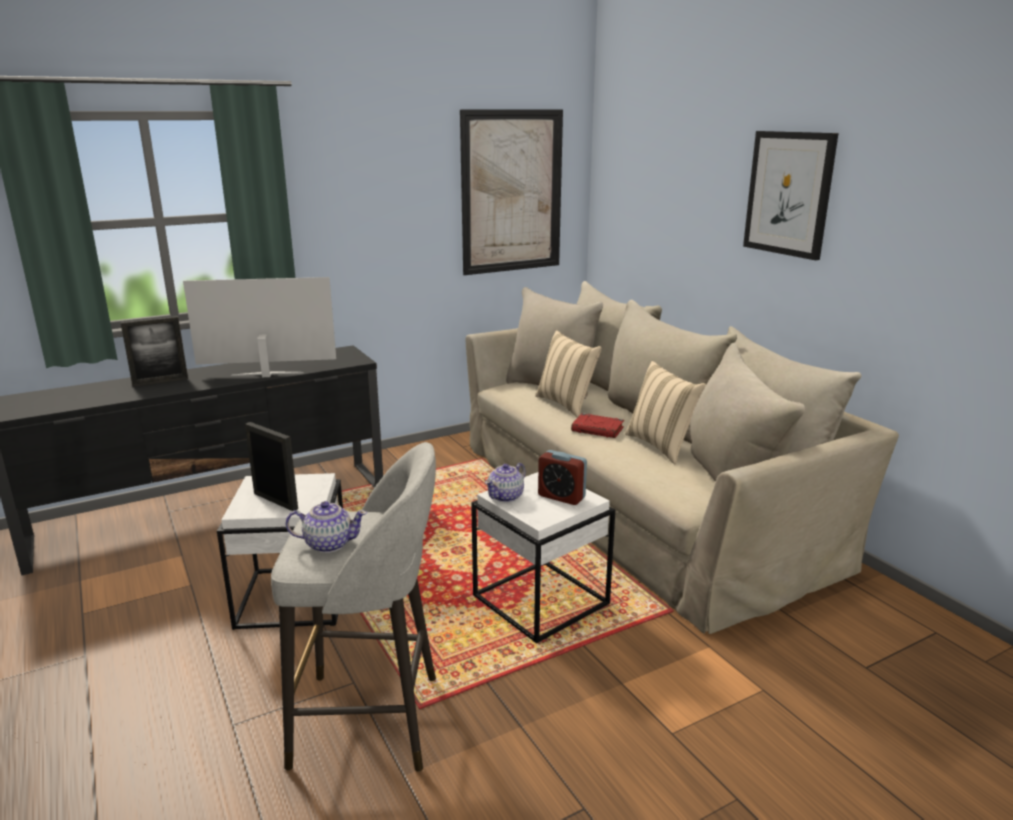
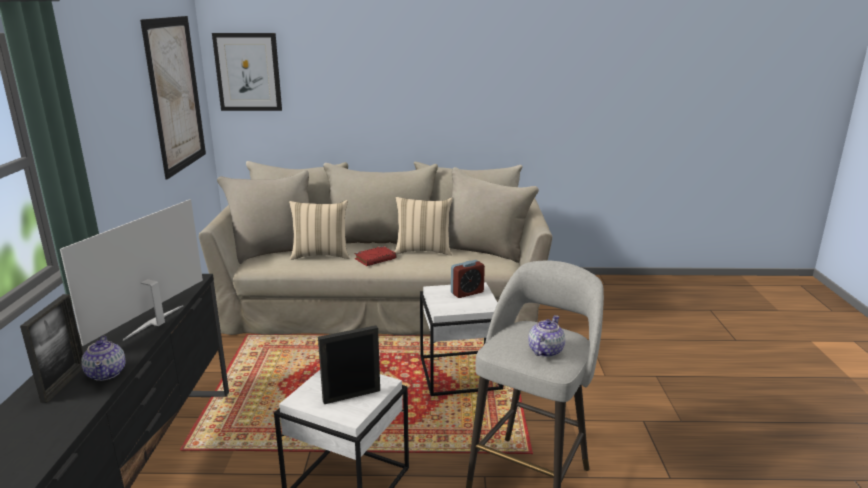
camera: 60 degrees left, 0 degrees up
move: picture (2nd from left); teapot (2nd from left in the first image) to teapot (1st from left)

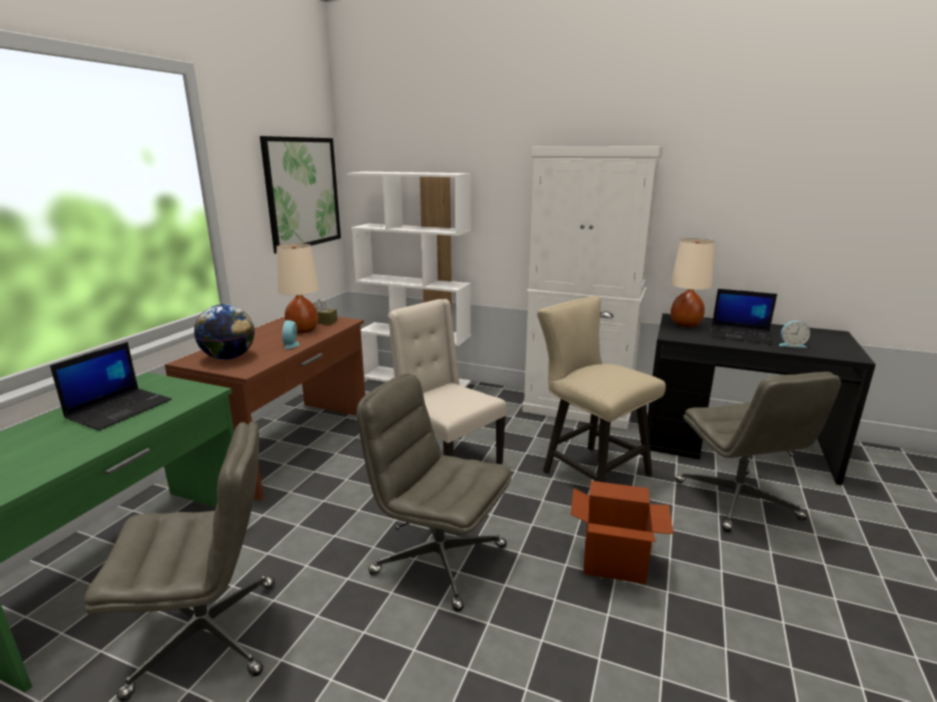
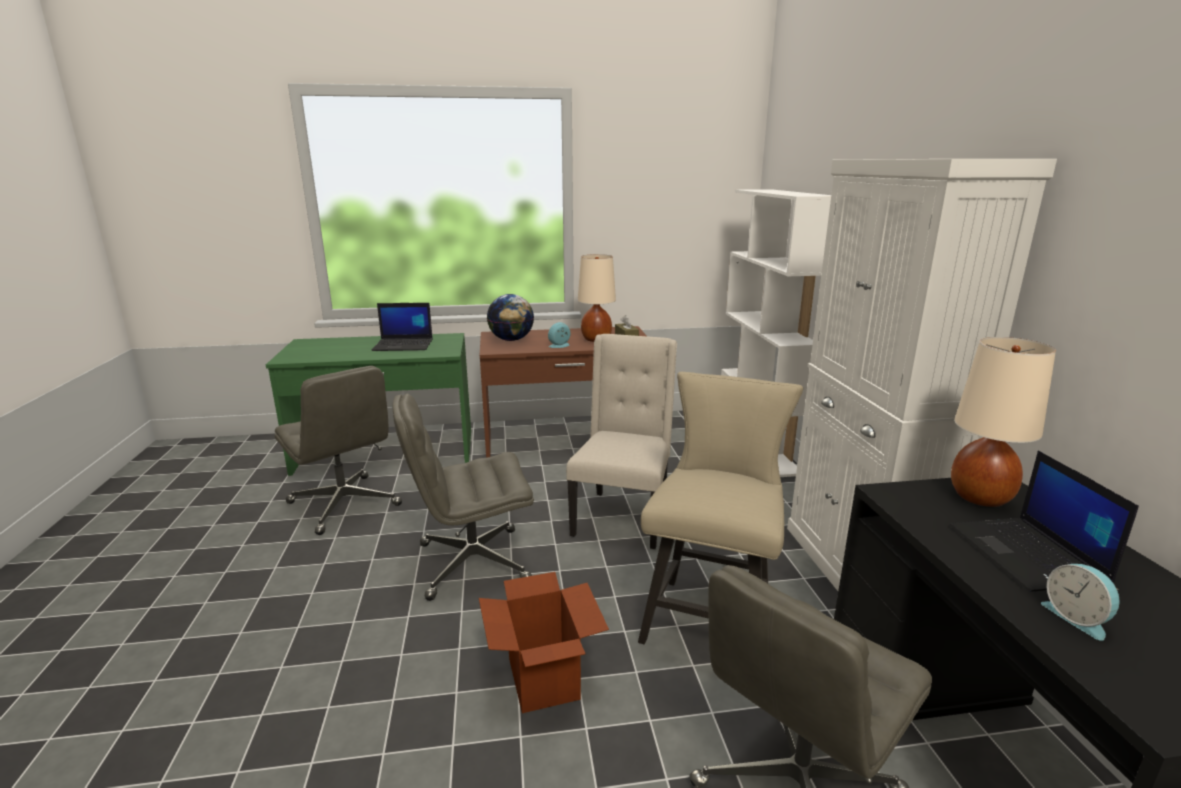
camera: 60 degrees right, 0 degrees up
delete: picture
rotate: office chair (grey) (2nd from left) 105 degrees counterclockwise

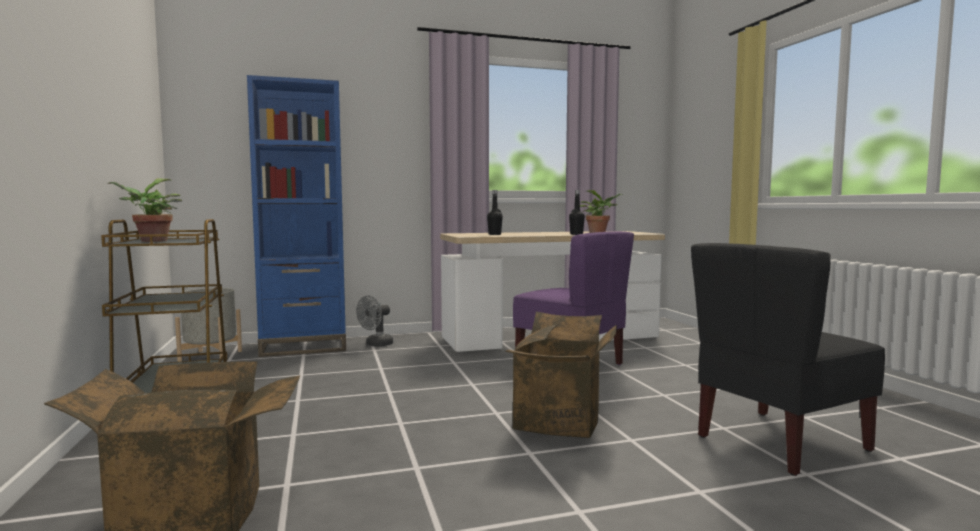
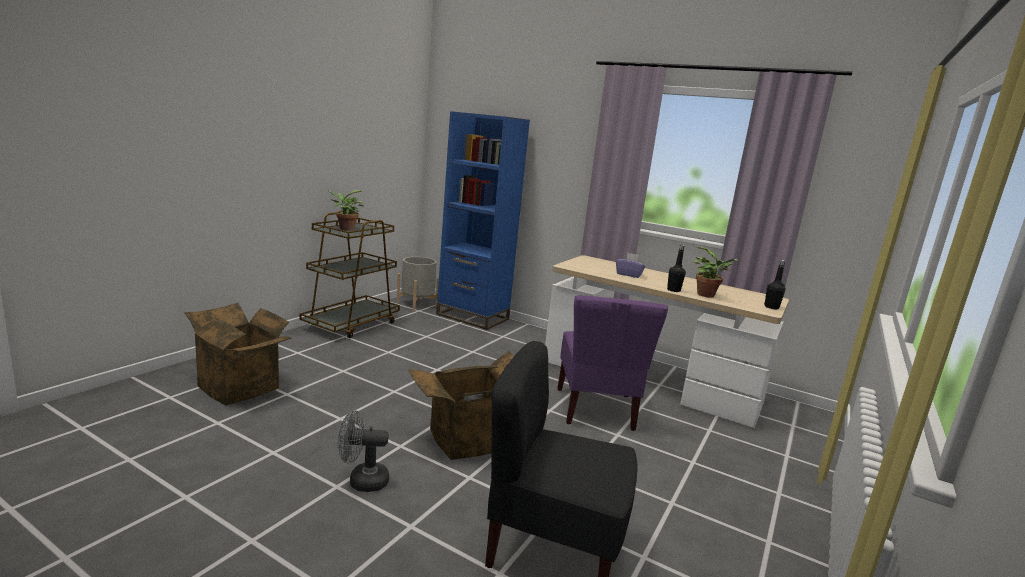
camera: 45 degrees right, 10 degrees up
insert: tissue box (purple)
move: bottle (black) (1st from left in the first image) to bottle (black) (2nd from left); fan (grey)

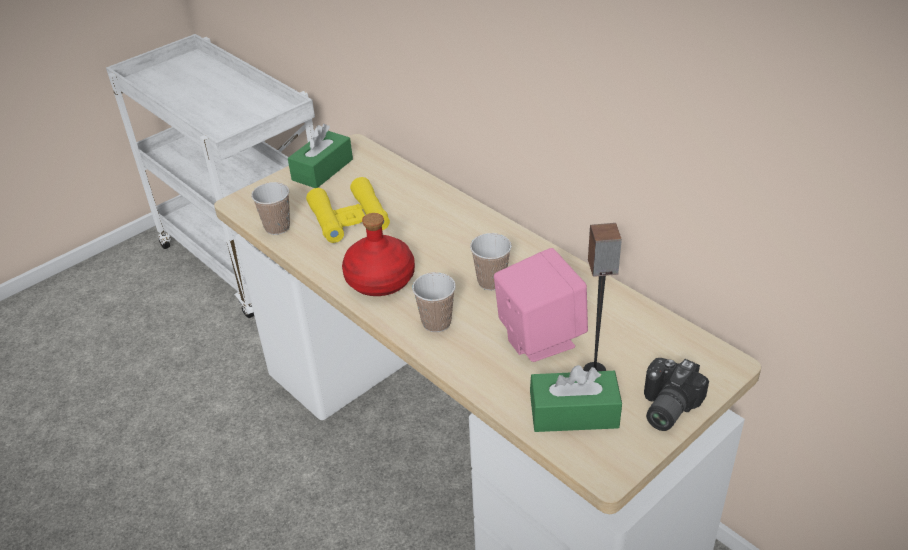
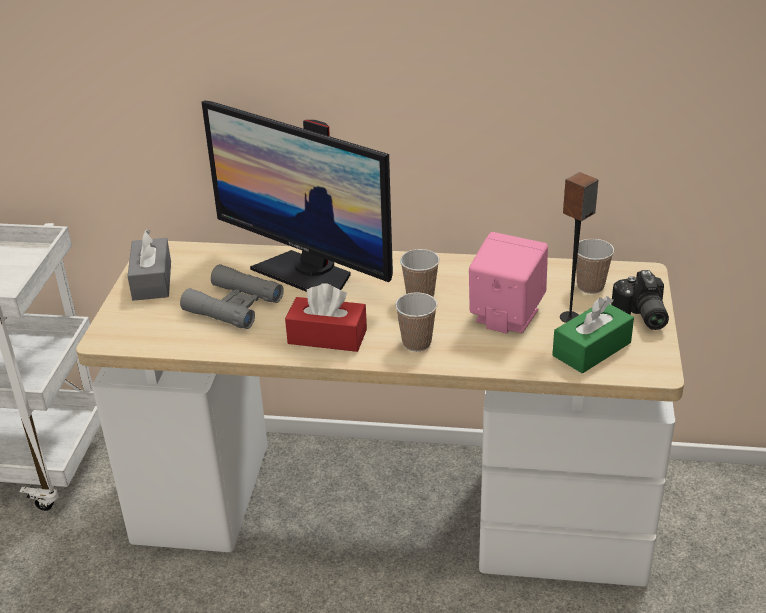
camera: 40 degrees left, 5 degrees down
insert: monitor
move: cup (1st from left in the first image) to cup (3rd from left)
replace: bottle (red) to tissue box (red)
recolor: tissue box (green) (1st from left) to tissue box (grey); binoculars (yellow) to binoculars (grey)

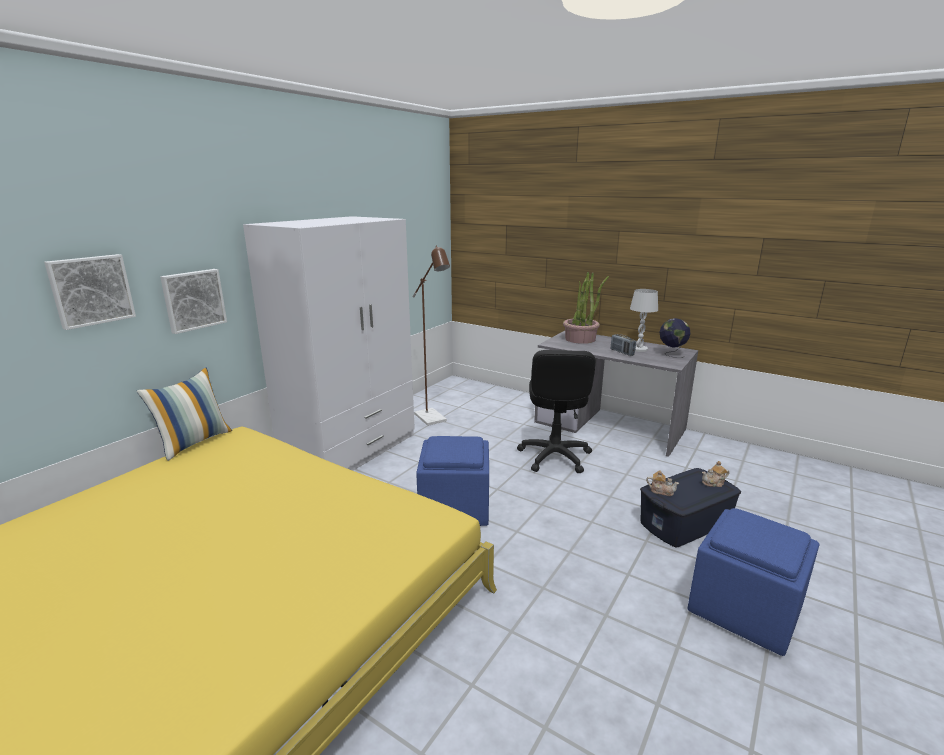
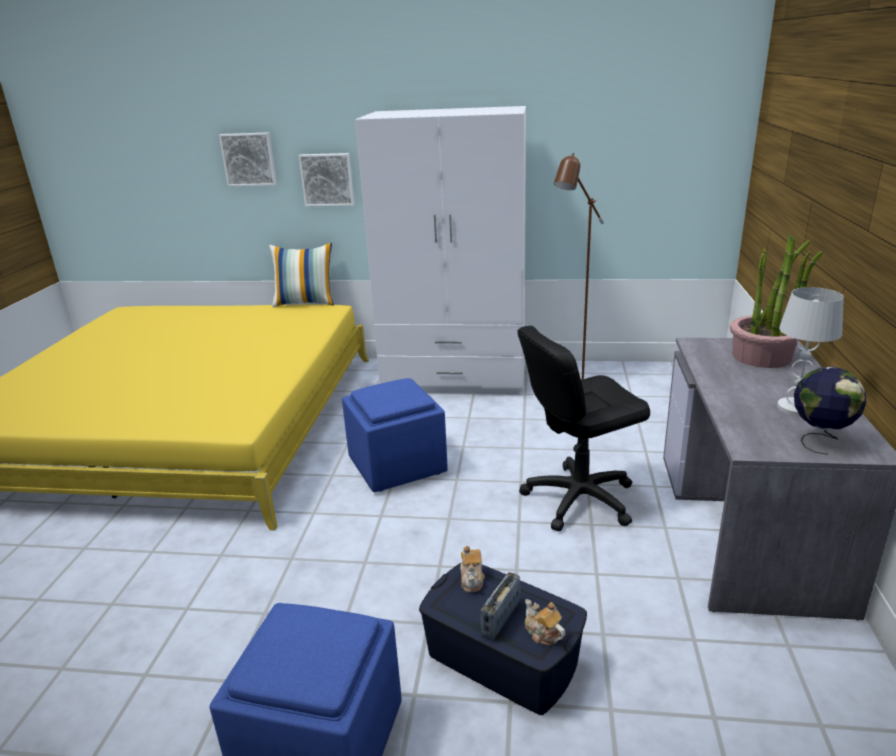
camera: 65 degrees right, 5 degrees up
move: radio

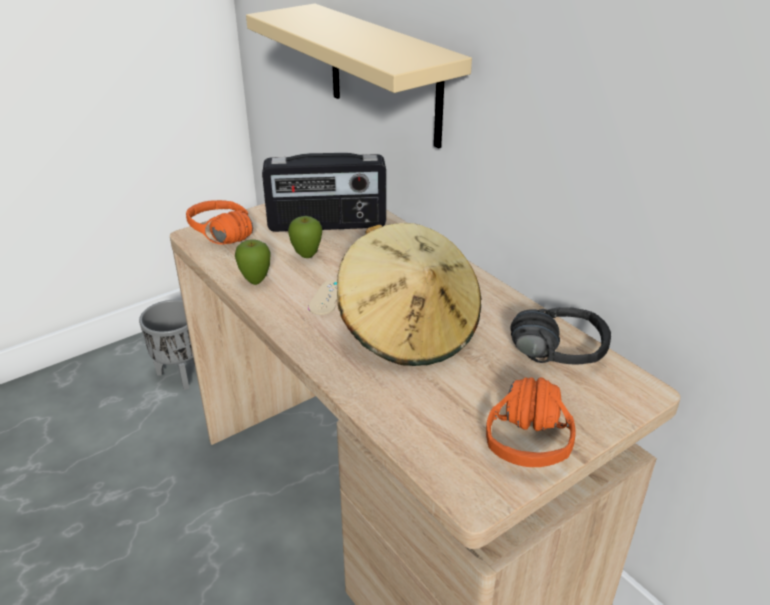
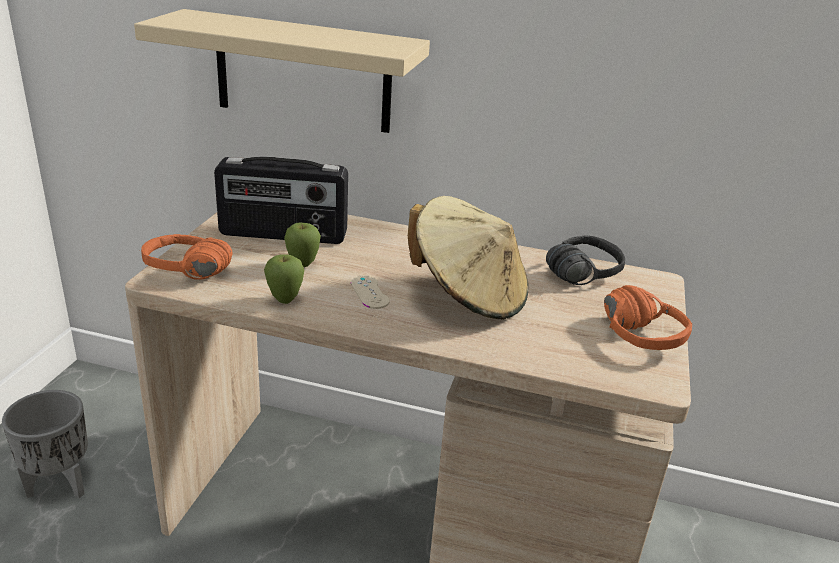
camera: 40 degrees left, 5 degrees down
rotate: radio 45 degrees clockwise

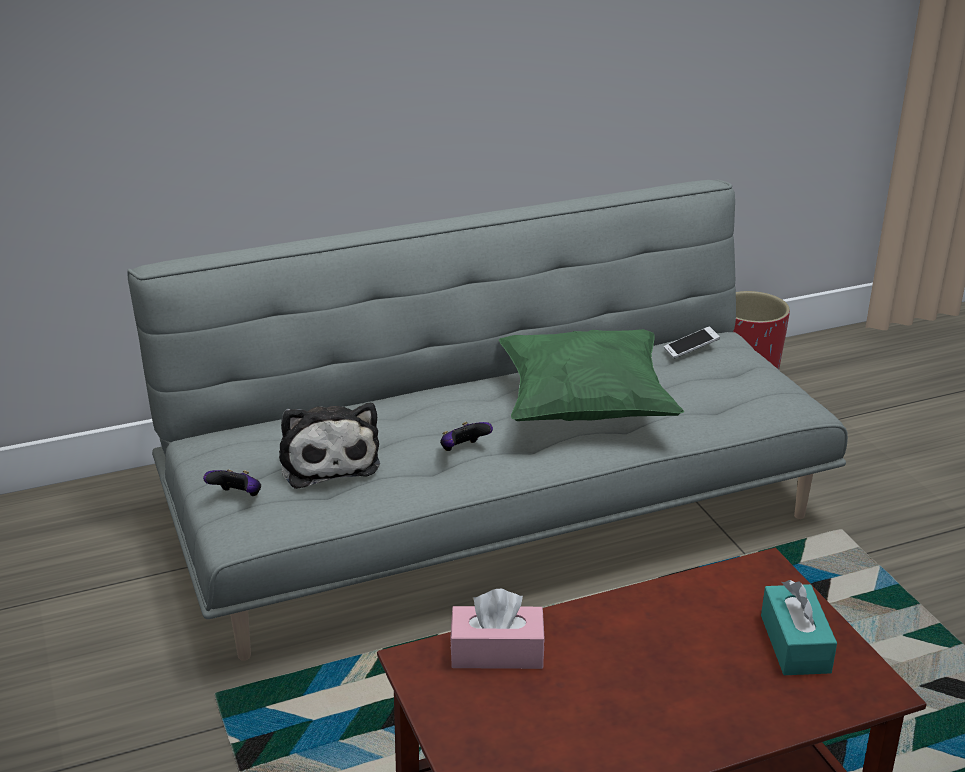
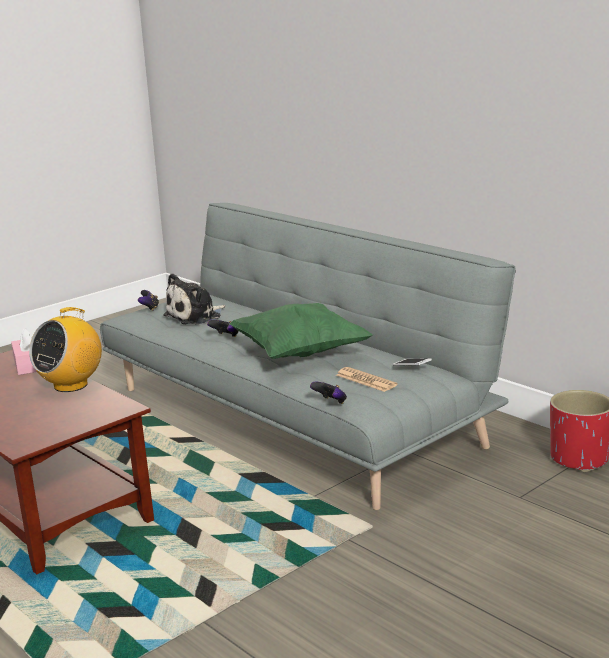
camera: 70 degrees right, 10 degrees down
delete: tissue box (turquoise)
insert: radio; newspaper; game controller (3rd from left)

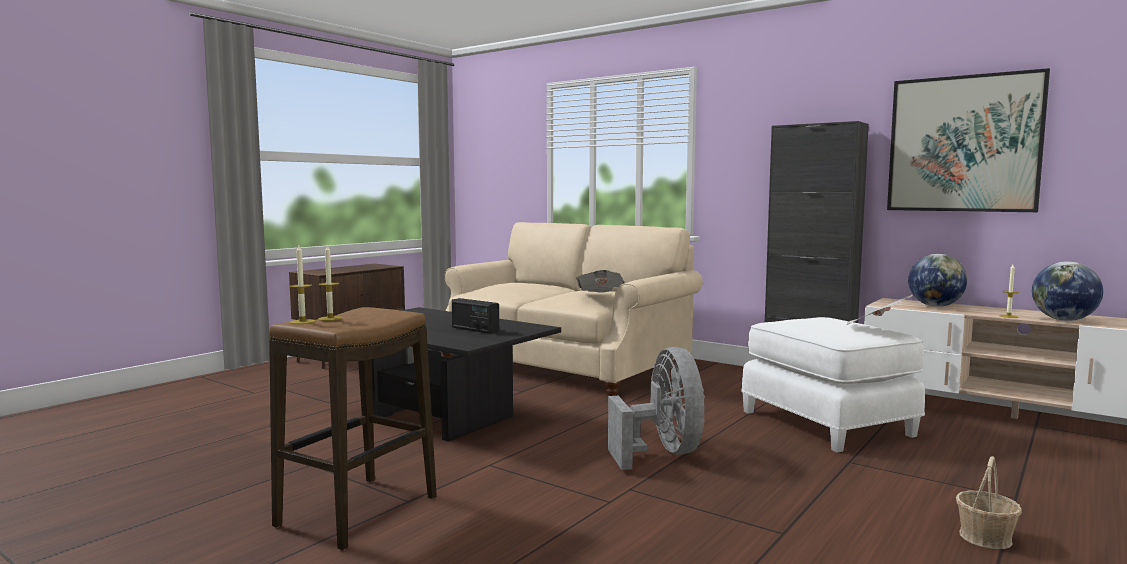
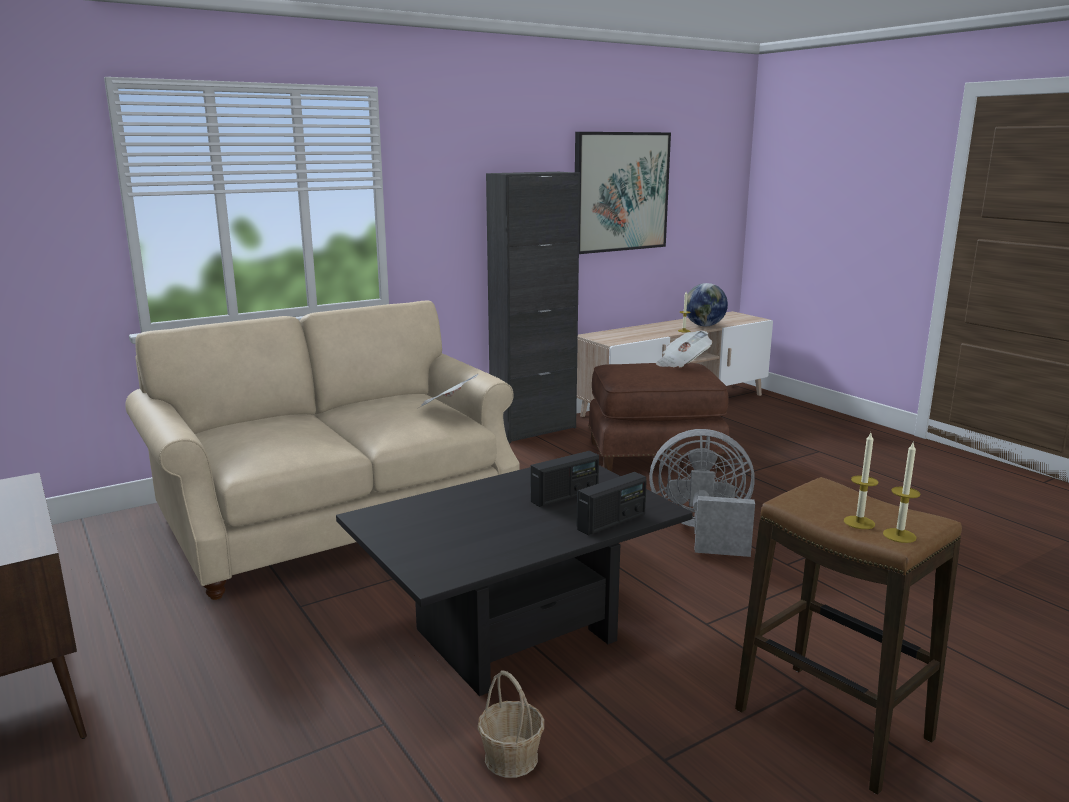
camera: 70 degrees left, 10 degrees up
delete: globe (1st from left)
insert: radio (2nd from left)
move: basket
recolor: ottoman (white) to ottoman (brown)

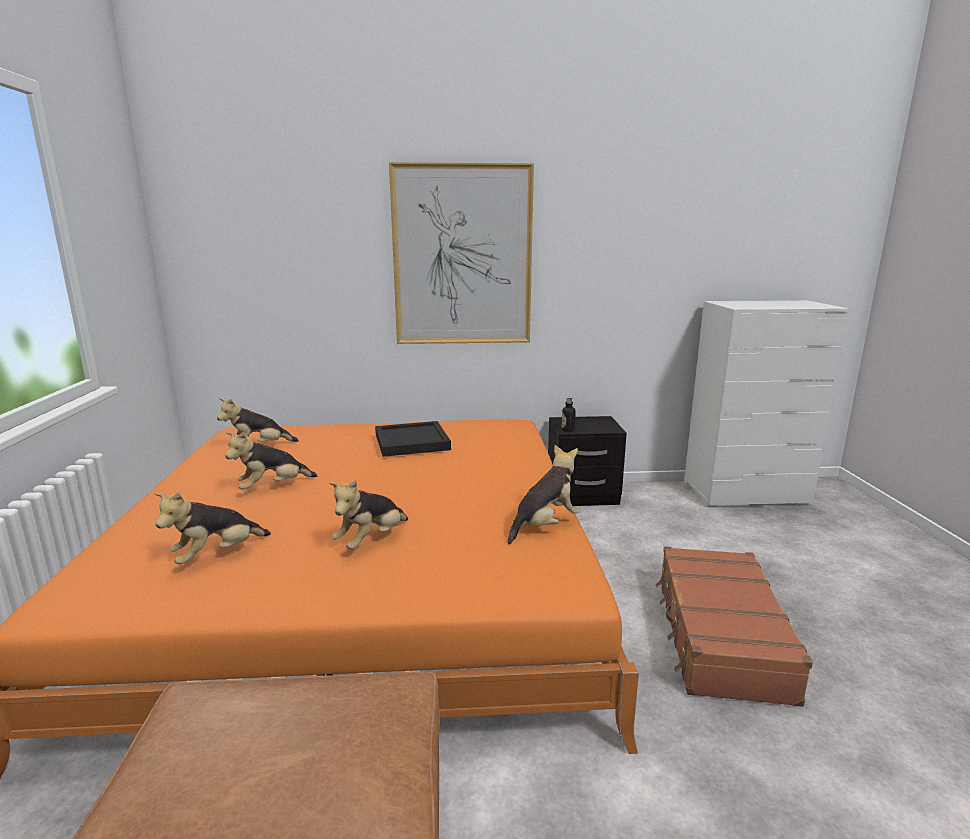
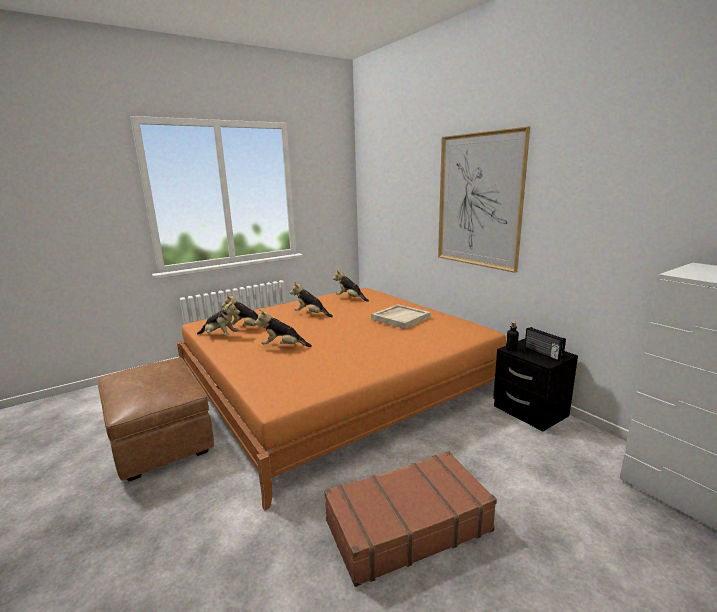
camera: 60 degrees right, 0 degrees up
insert: radio
move: plush toy (5th from left in the first image) to plush toy (1st from left)
recolor: tray (black) to tray (beige)

